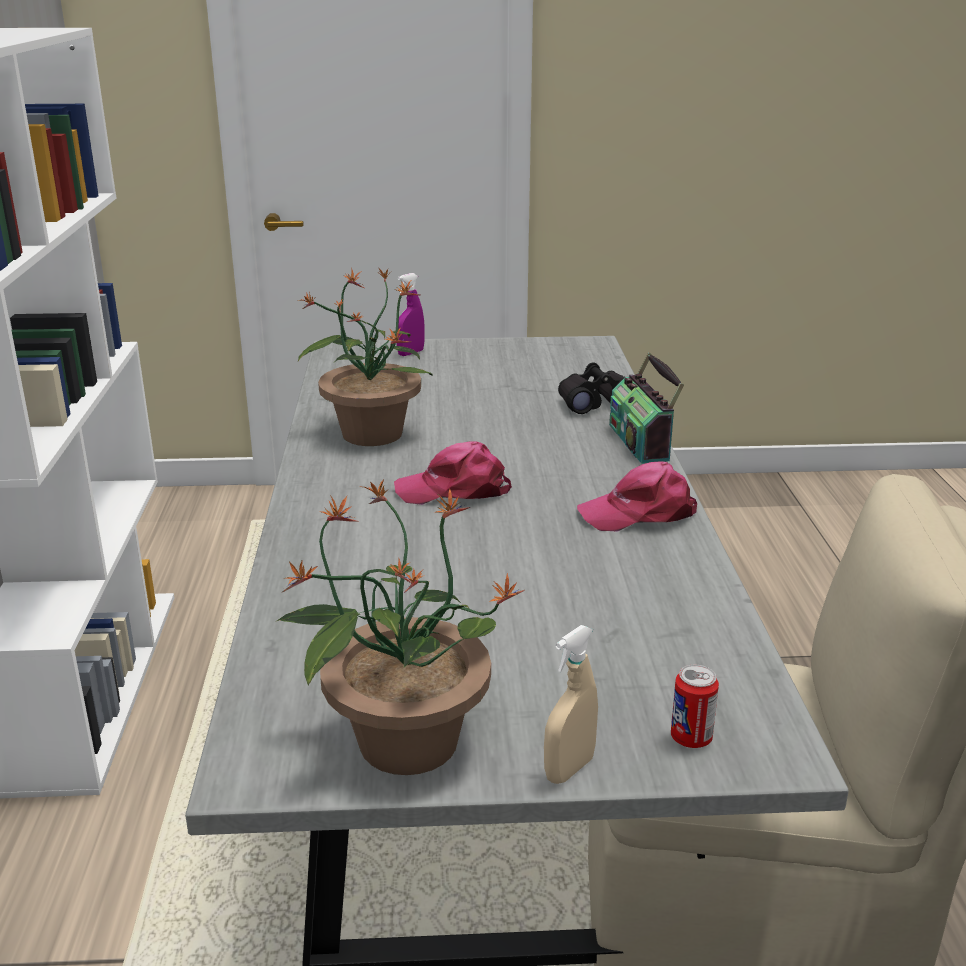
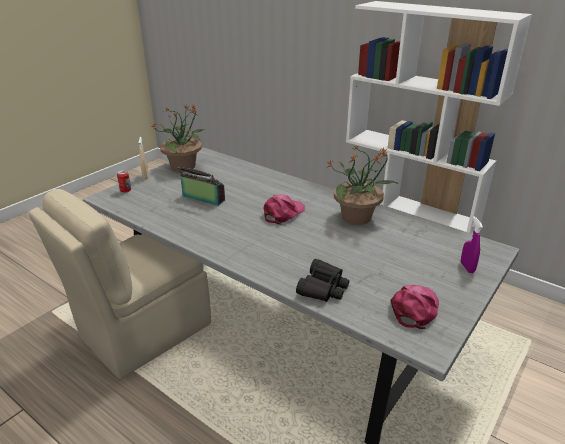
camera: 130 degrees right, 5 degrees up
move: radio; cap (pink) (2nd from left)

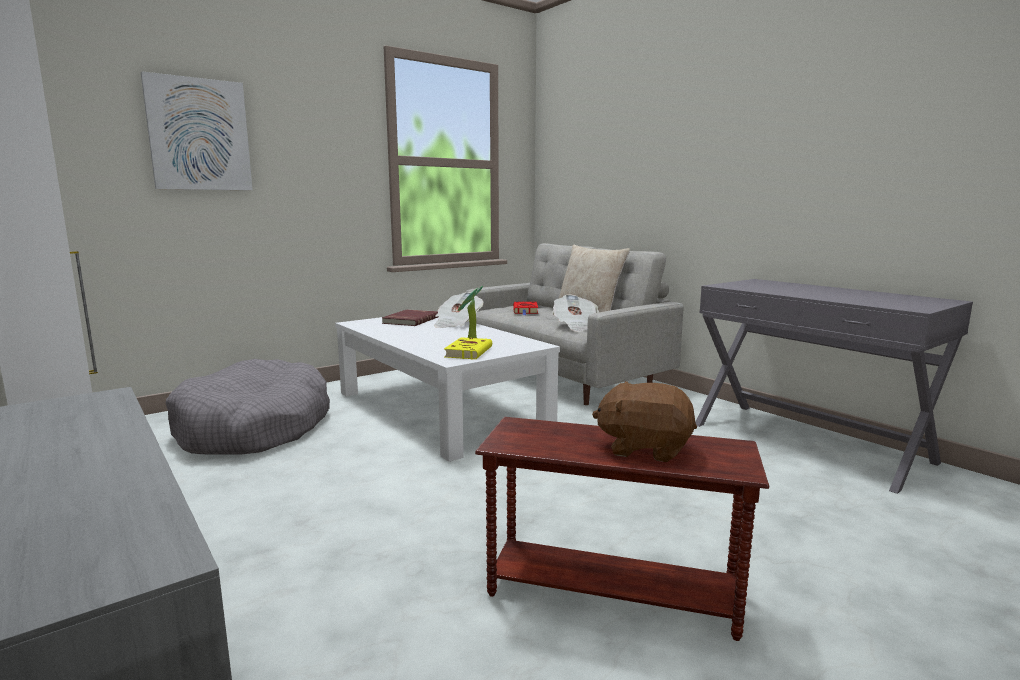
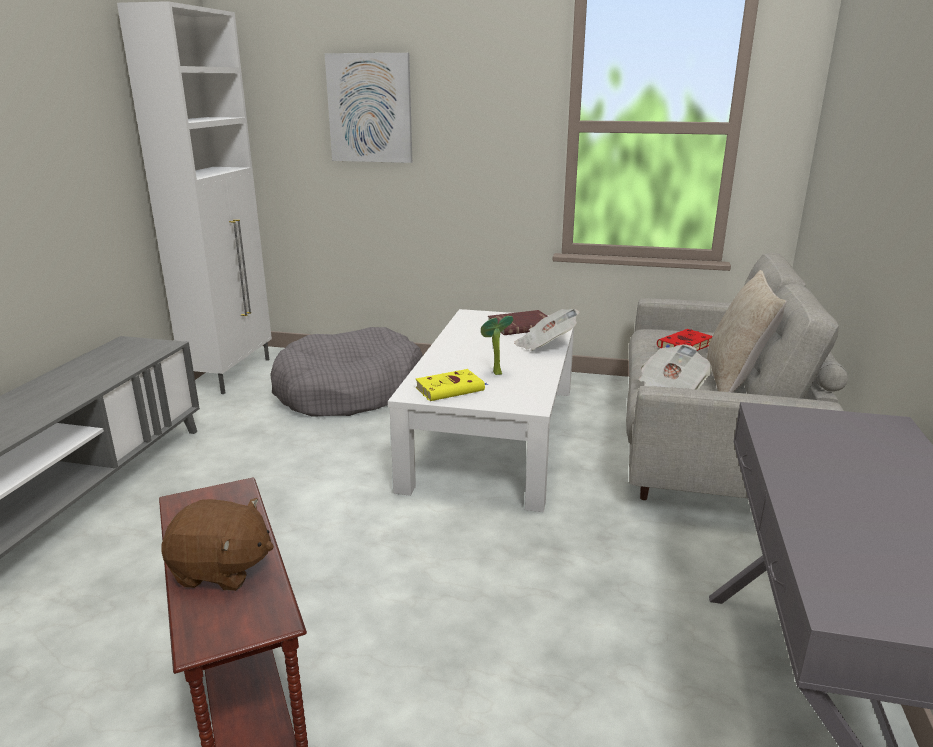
camera: 50 degrees right, 10 degrees up
rotate: plush toy (brown) 120 degrees clockwise

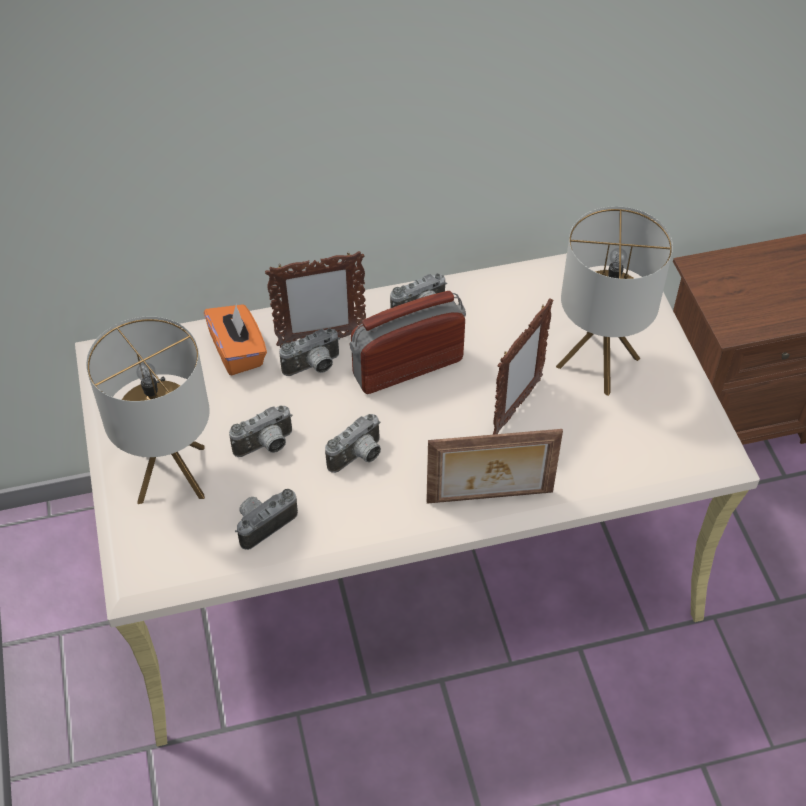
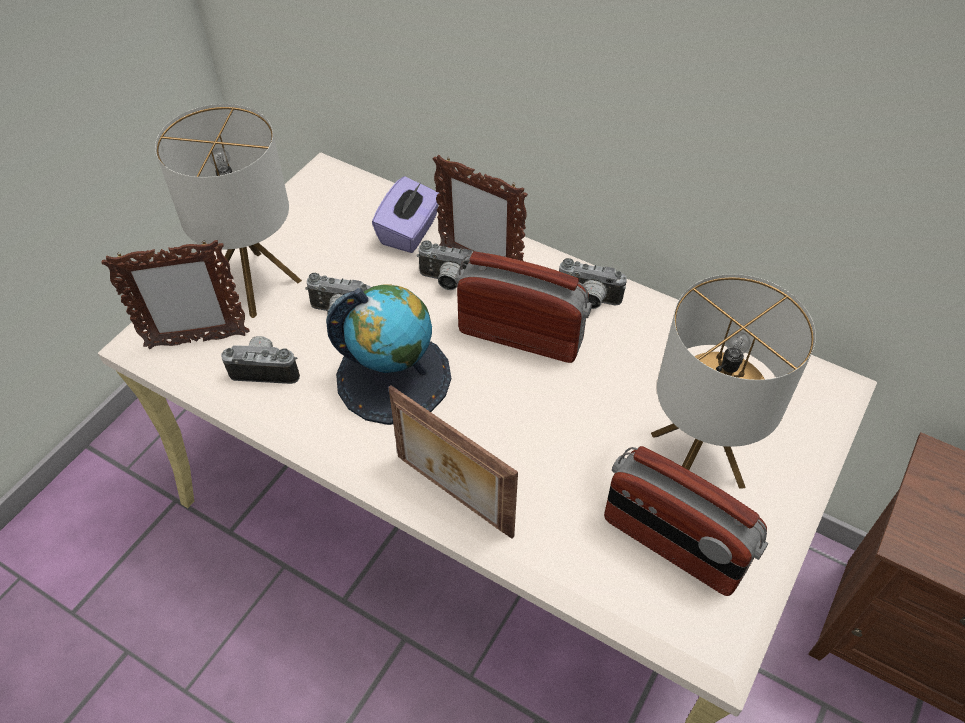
camera: 45 degrees right, 0 degrees up
insert: radio (2nd from left)
move: picture frame (3rd from left in the first image) to picture frame (1st from left)
replace: photo camera (4th from left) to globe
recolor: tissue box (orange) to tissue box (purple)

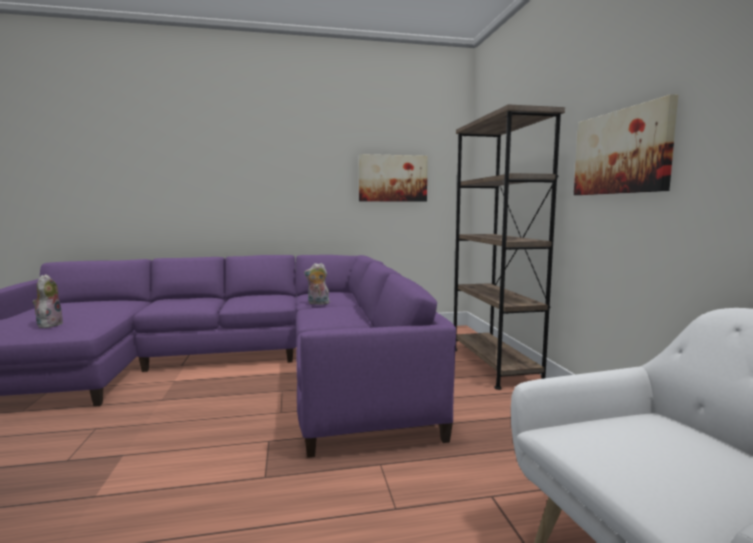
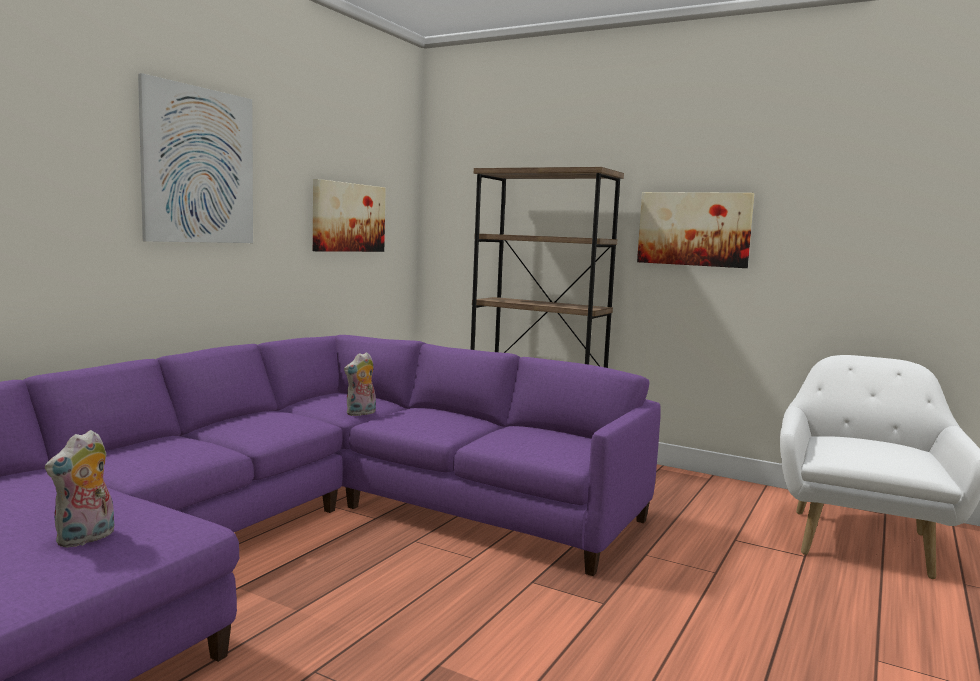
camera: 50 degrees left, 0 degrees up
insert: picture (1st from left)
rotate: plush toy (1st from left) 90 degrees counterclockwise

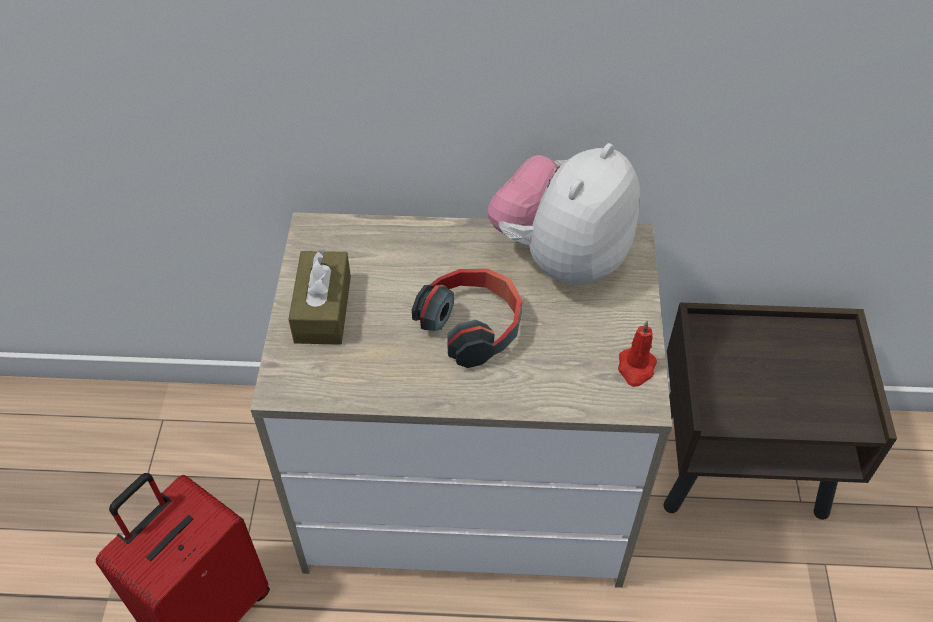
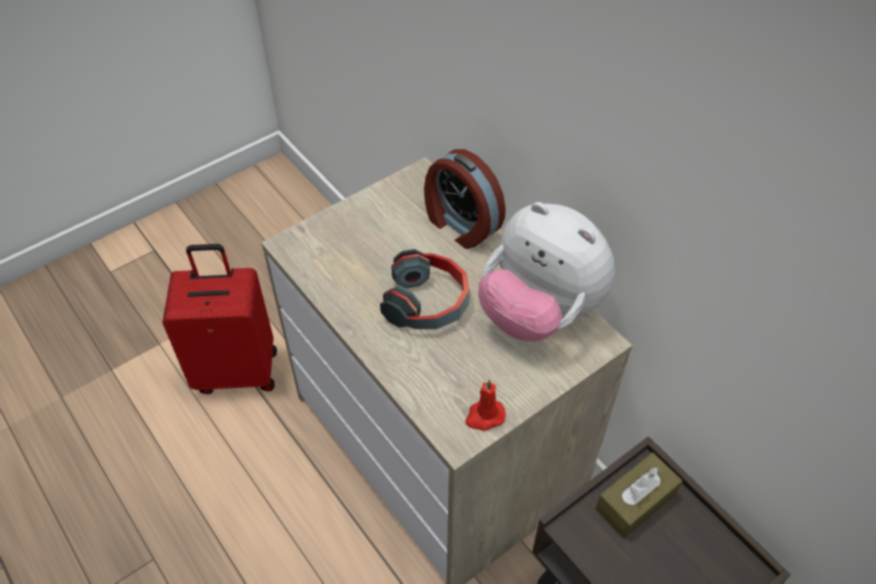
camera: 50 degrees right, 0 degrees up
insert: alarm clock
move: tissue box (brown)
rotate: plush toy 135 degrees counterclockwise

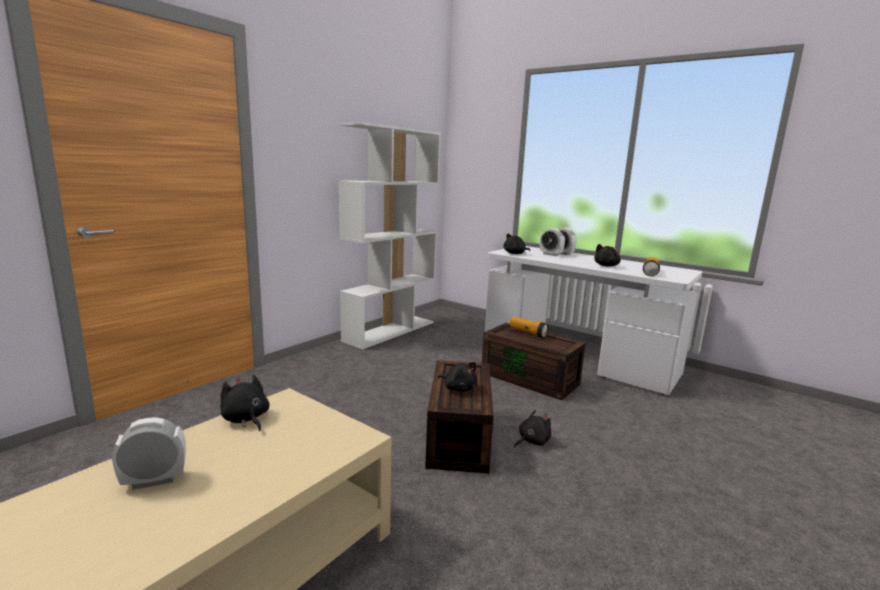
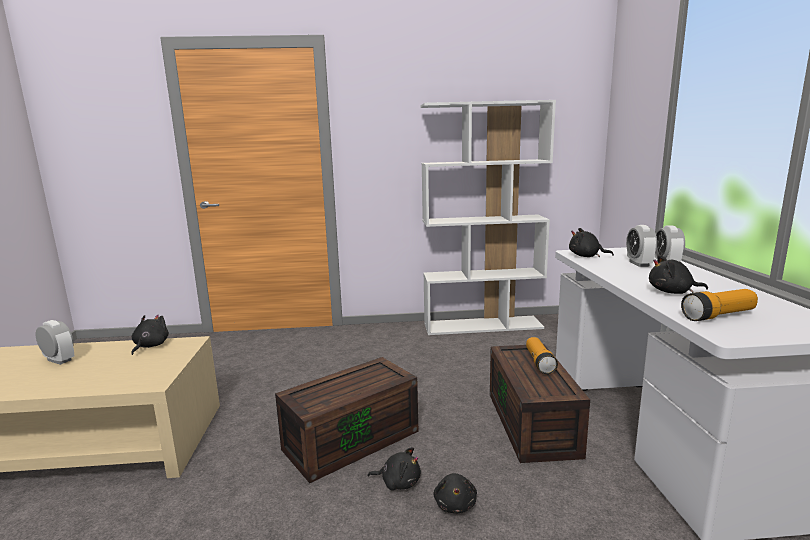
camera: 50 degrees right, 0 degrees up
move: plush toy (black) (2nd from left in the first image) to plush toy (black) (3rd from left)

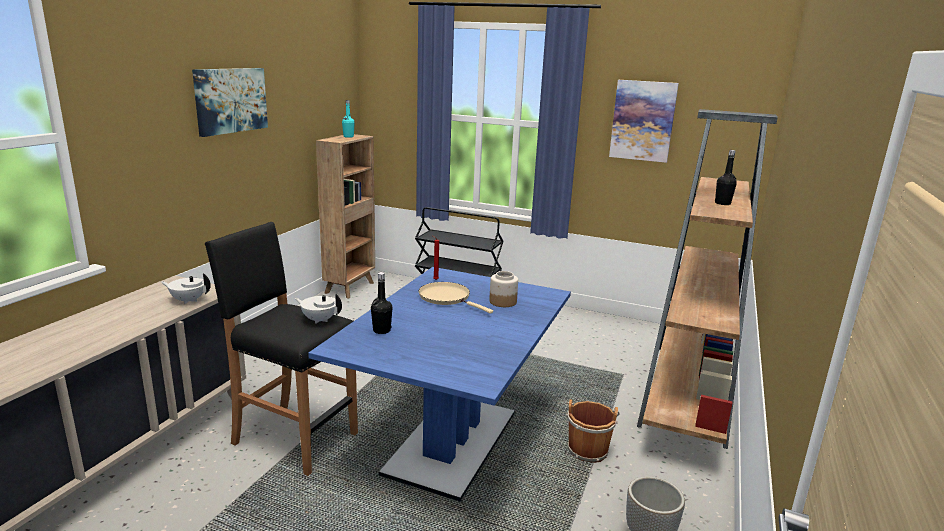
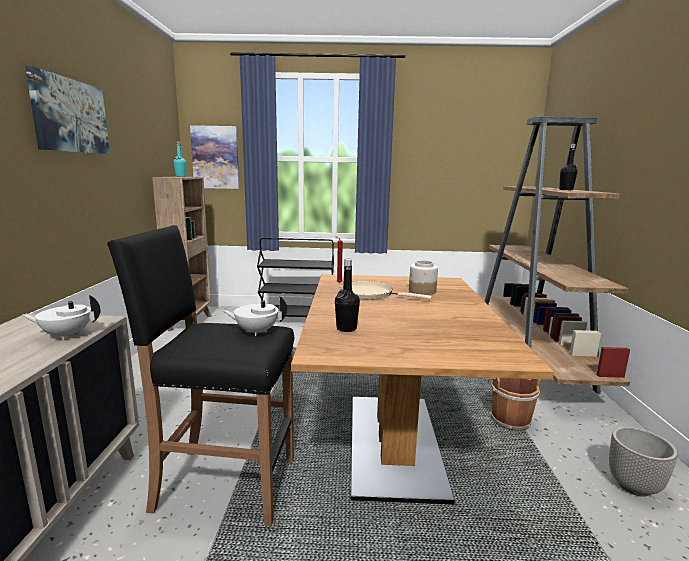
camera: 20 degrees left, 5 degrees down
move: picture (2nd from left)
recolor: dining table (blue) to dining table (brown)

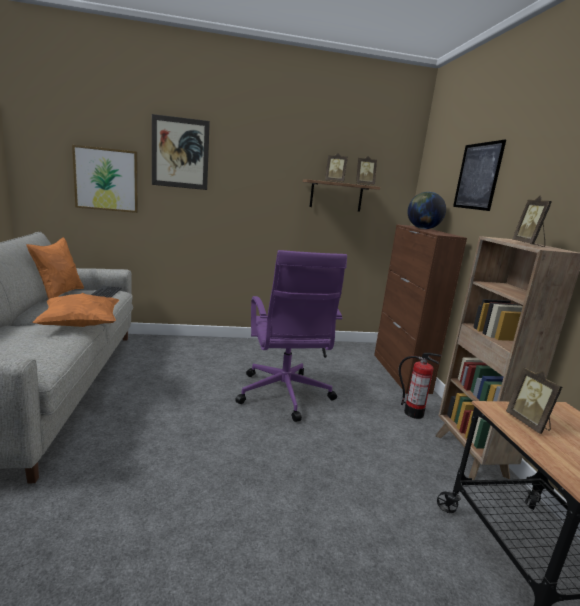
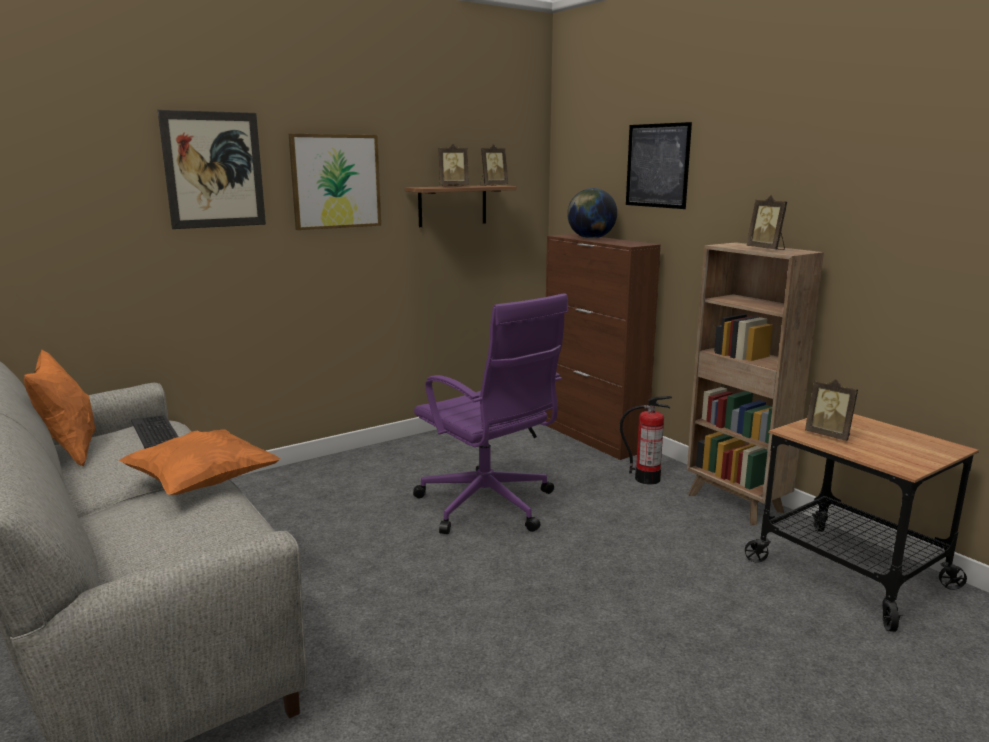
camera: 25 degrees left, 0 degrees up
move: picture (1st from left in the first image) to picture (2nd from left)

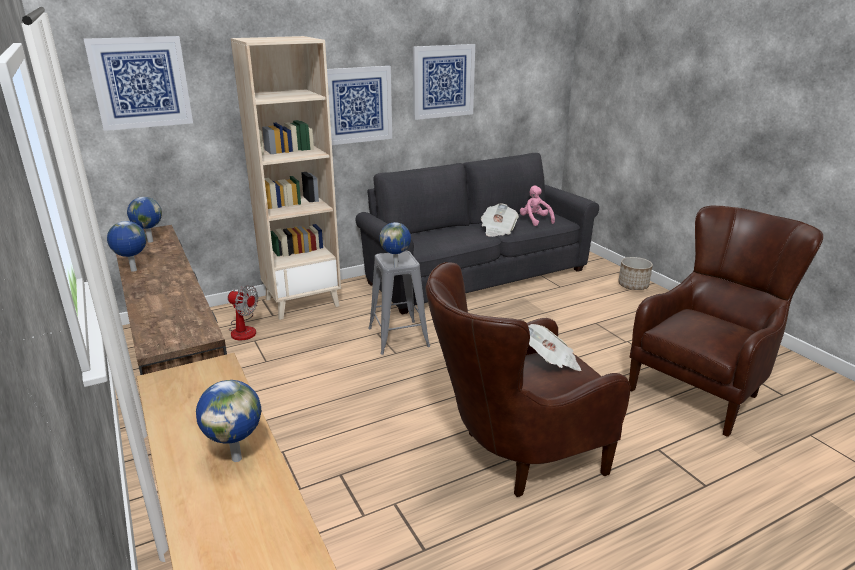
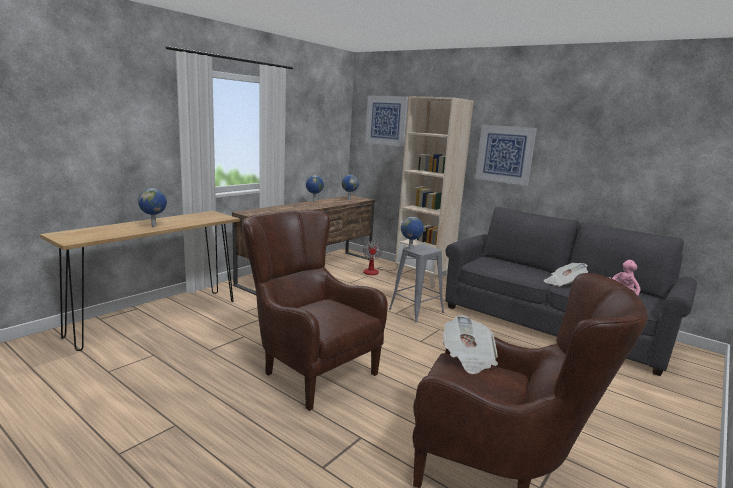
camera: 65 degrees right, 10 degrees down
delete: picture (3rd from left); planter
move: newspaper (2nd from left in the first image) to newspaper (1st from left)

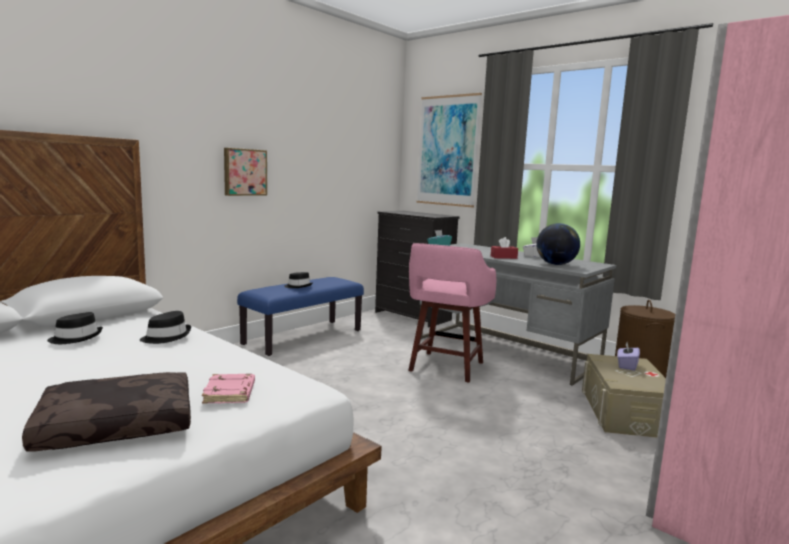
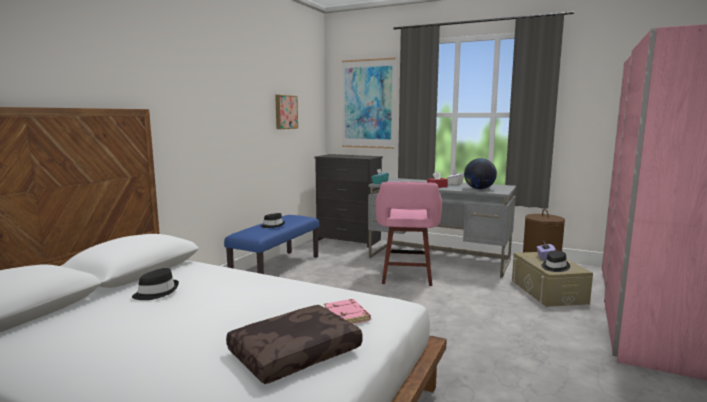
camera: 15 degrees left, 0 degrees up
move: picture (1st from left); hat (black) (2nd from left in the first image) to hat (black) (3rd from left)

